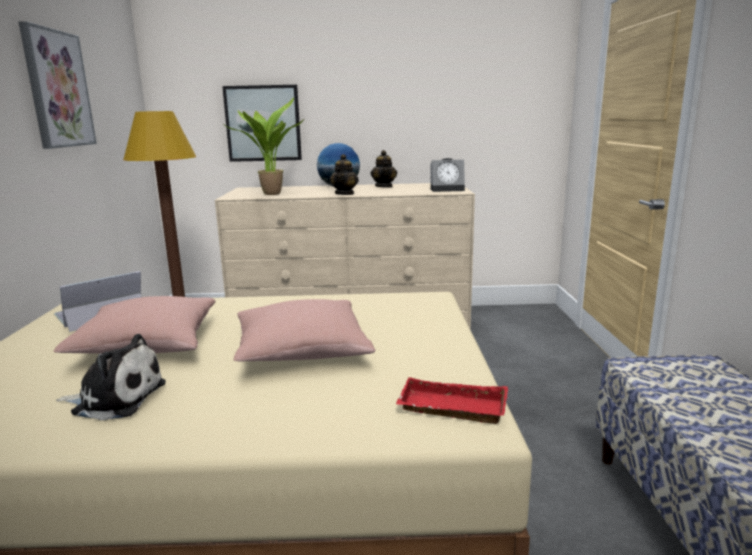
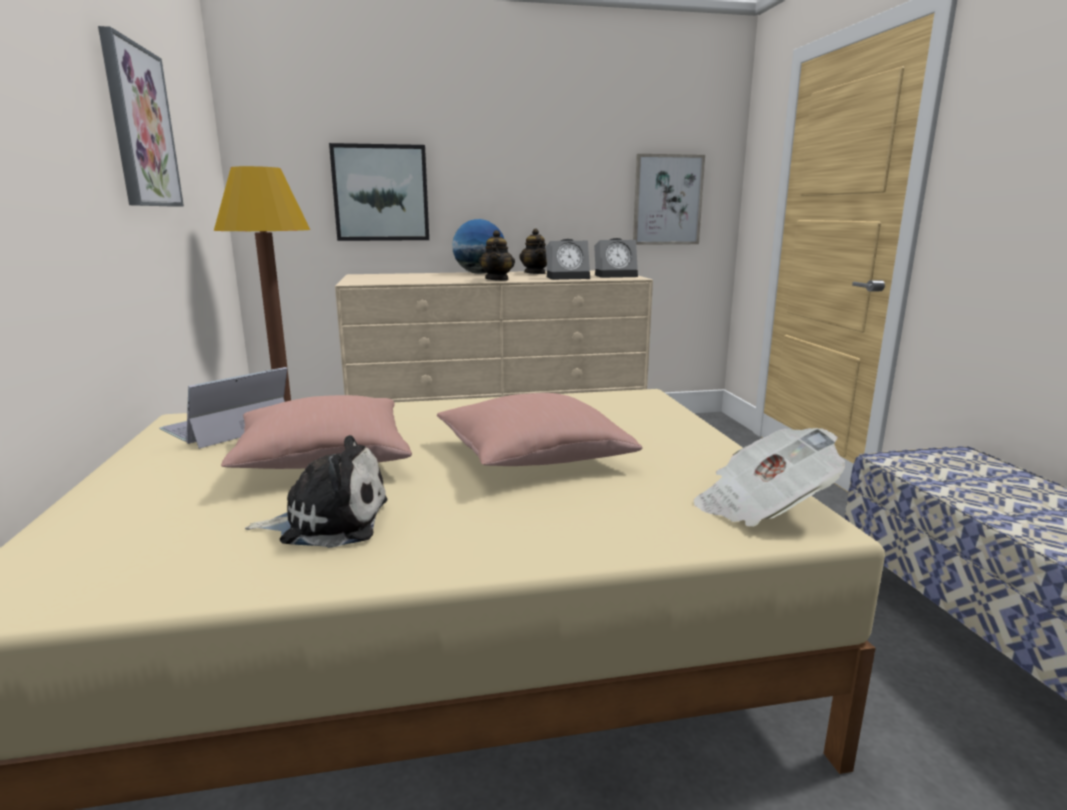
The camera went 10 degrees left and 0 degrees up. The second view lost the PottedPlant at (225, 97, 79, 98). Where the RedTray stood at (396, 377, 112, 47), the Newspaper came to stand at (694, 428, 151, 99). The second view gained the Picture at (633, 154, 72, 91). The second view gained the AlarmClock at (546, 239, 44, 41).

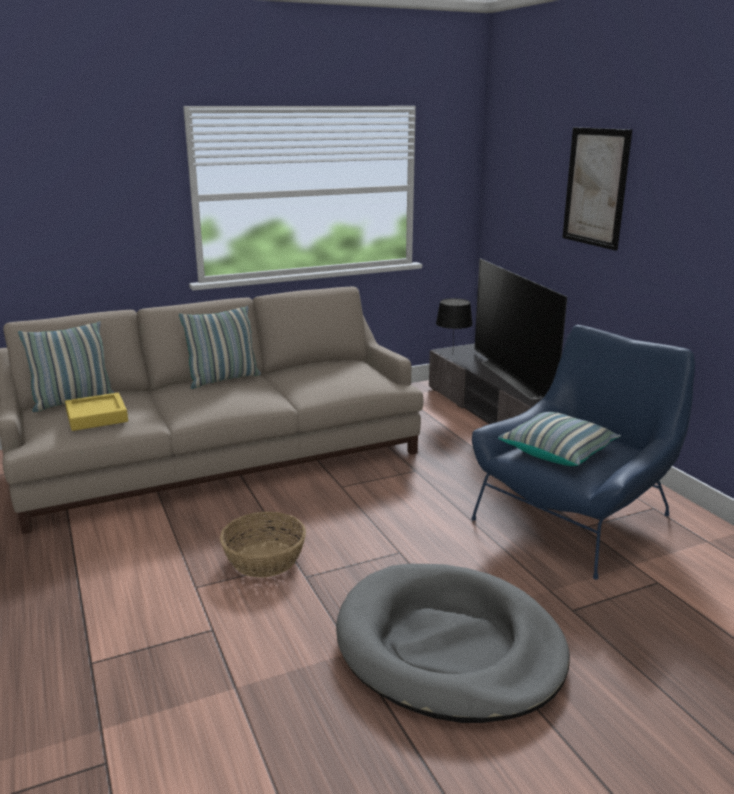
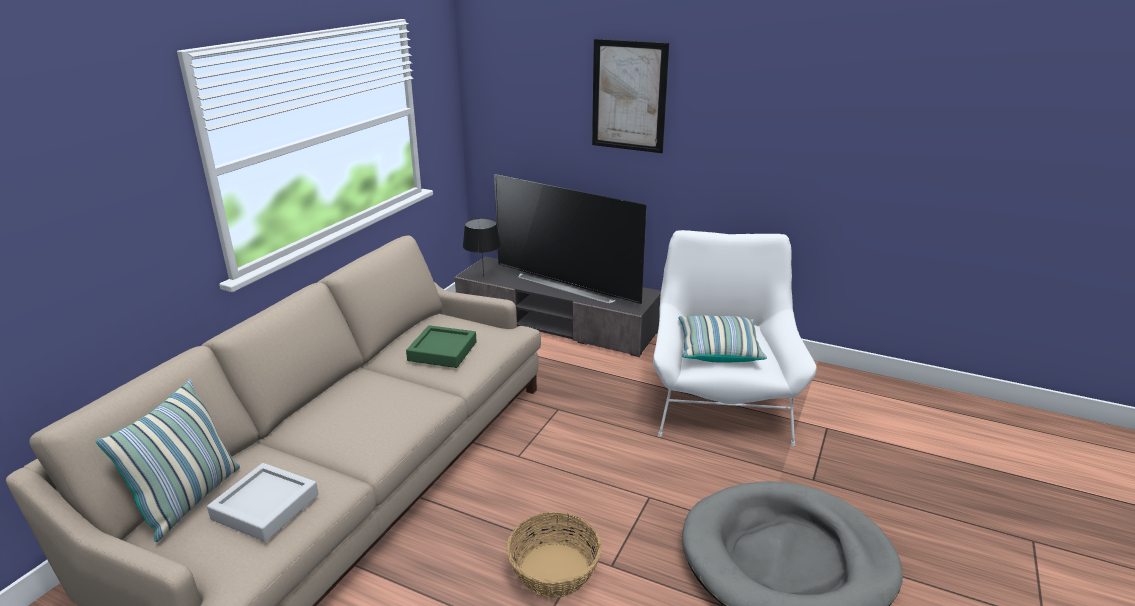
The camera went 40 degrees left and 5 degrees up. The second view lost the Pillow at (179, 306, 82, 83). What was the BlueArmchair at (471, 325, 224, 255) turned into the WhiteArmchair at (653, 230, 163, 216). What was the YellowTray at (65, 393, 63, 38) turned into the GreyTray at (207, 463, 112, 79). The second view gained the GreenTray at (406, 325, 71, 43).

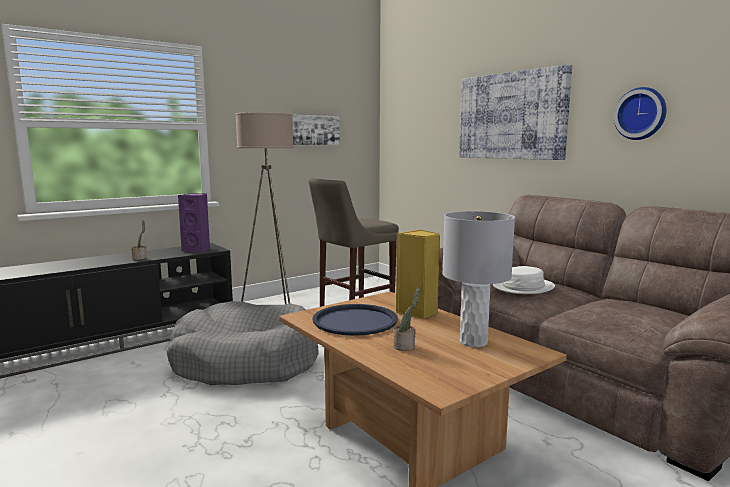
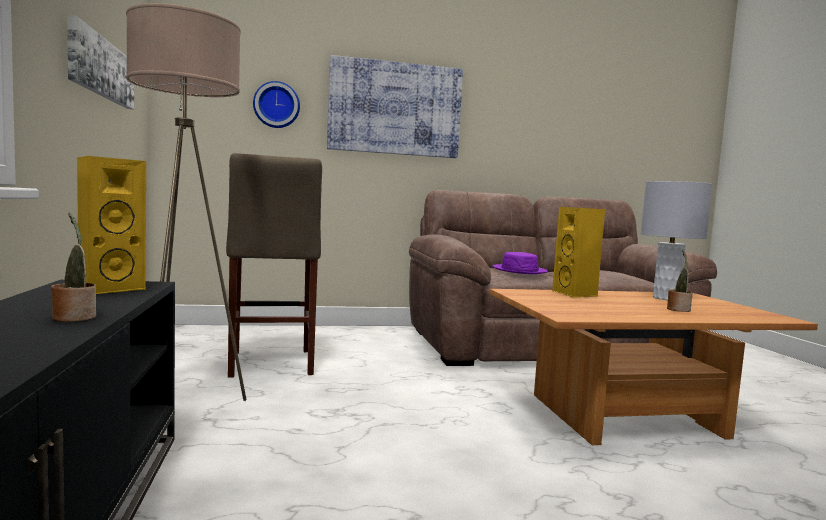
The camera went 65 degrees left and 5 degrees down. The WallClock ended up elsewhere, having gone from (614, 87, 52, 53) to (253, 81, 47, 47). What was the PurpleSpeaker at (178, 193, 32, 59) turned into the YellowSpeaker at (77, 156, 69, 138). What was the WhiteHat at (493, 266, 62, 28) turned into the PurpleHat at (493, 252, 55, 22). The second view lost the GreyDogBed at (167, 301, 152, 84). The second view lost the BlueTray at (312, 304, 86, 32).

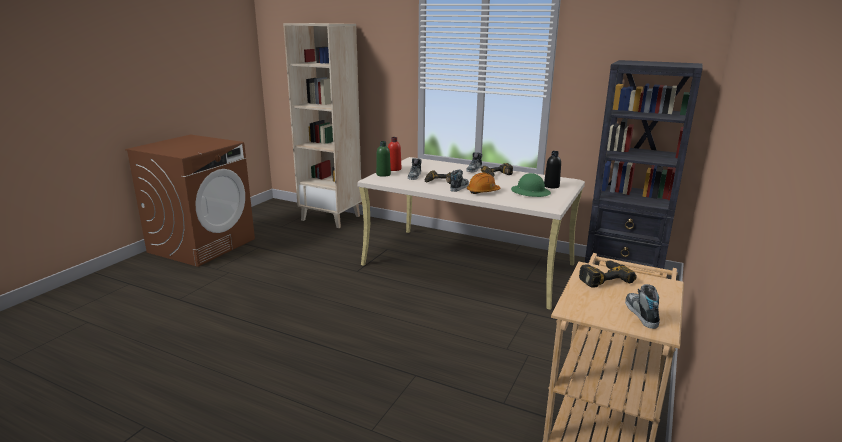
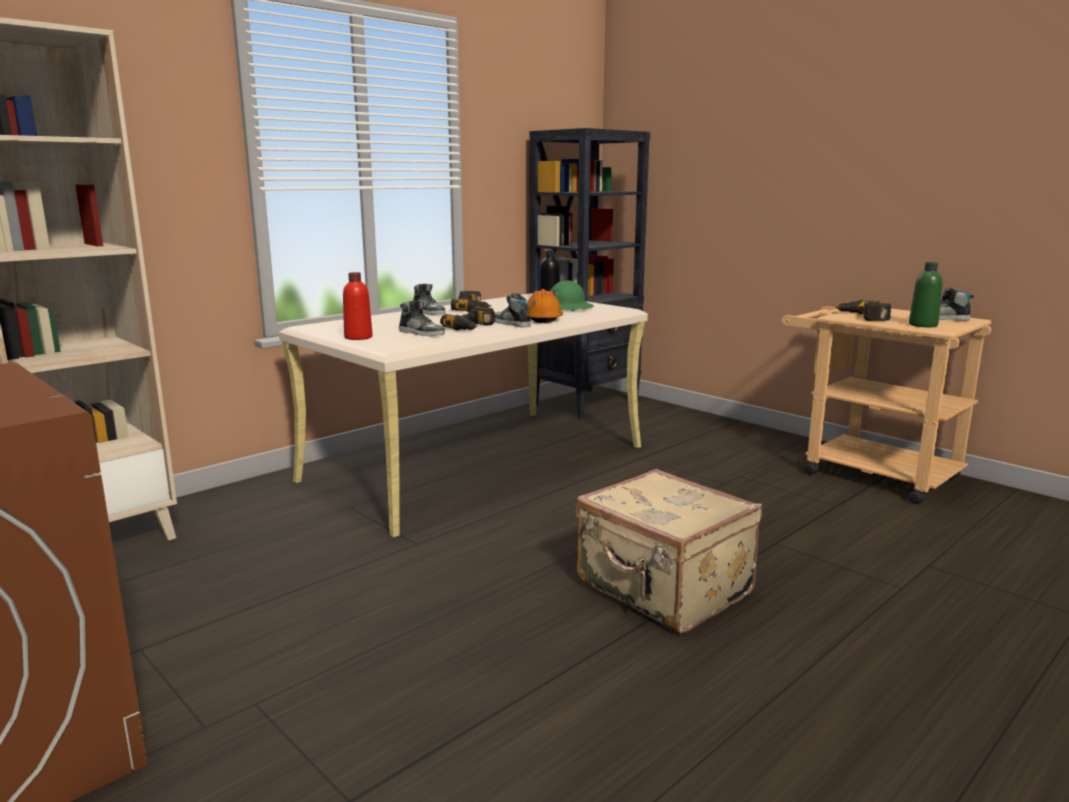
The camera went 70 degrees left and 5 degrees down. The GreenBottle ended up elsewhere, having gone from (376, 141, 15, 36) to (909, 262, 34, 65). The second view gained the BeigeSuitcase at (576, 469, 186, 164).

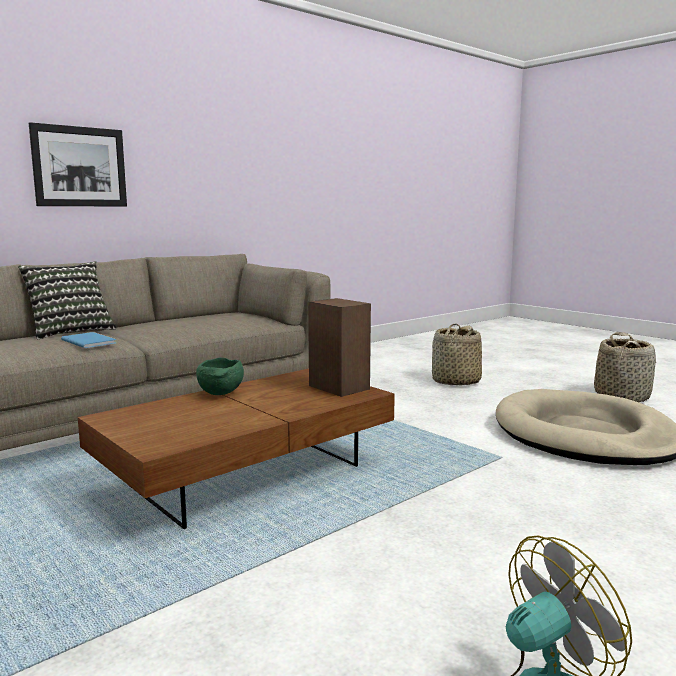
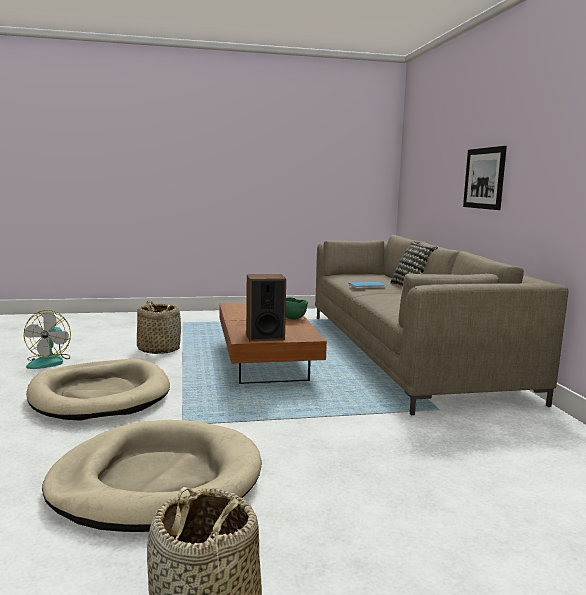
The camera went 120 degrees right and 0 degrees up. The Basket ended up elsewhere, having gone from (432, 324, 50, 61) to (137, 300, 44, 54). The second view gained the BeigeDogBed at (26, 358, 144, 63).

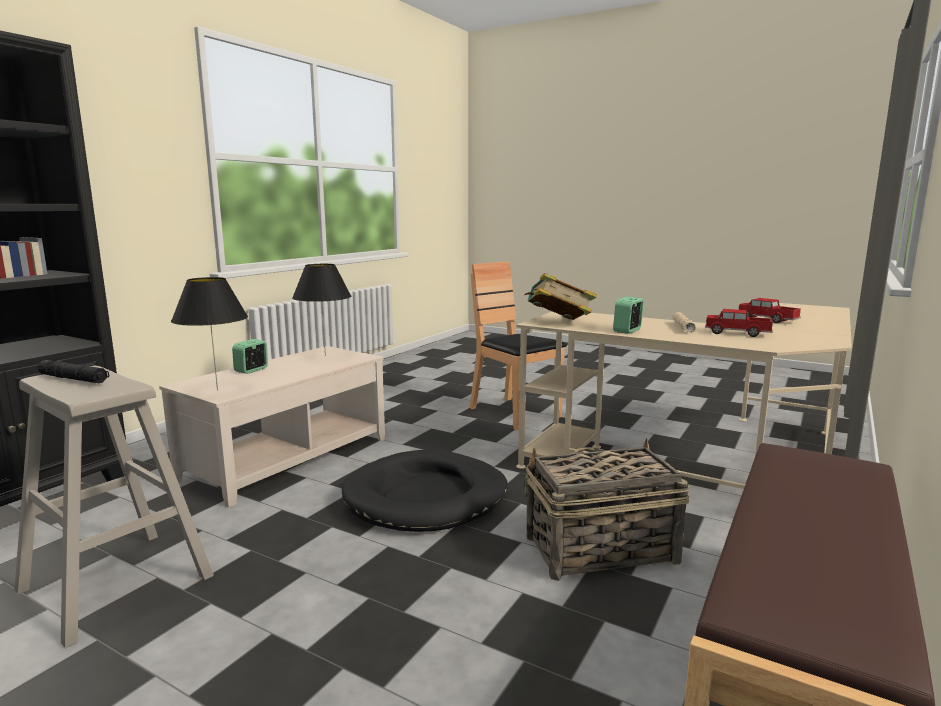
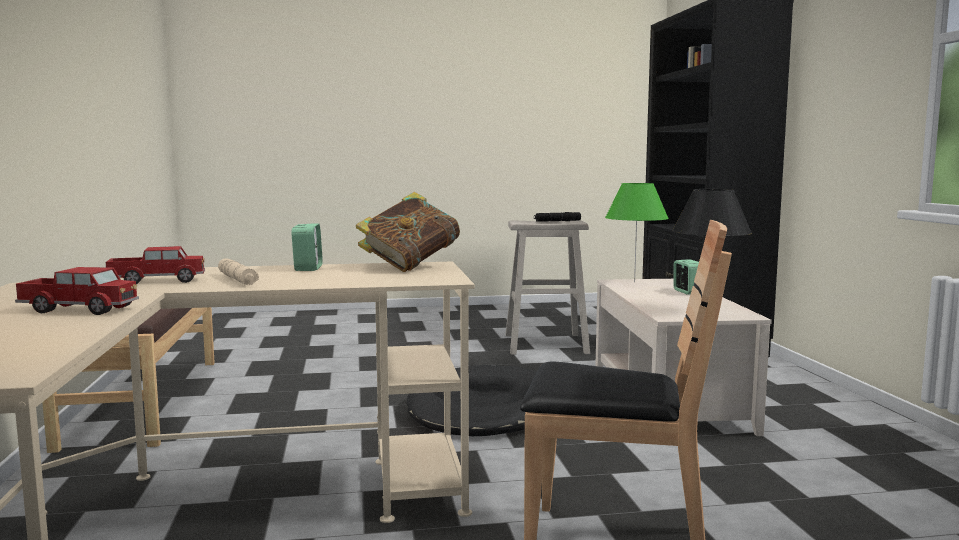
The camera went 140 degrees right and 5 degrees down. What was the BlackTableLamp at (171, 277, 77, 113) turned into the GreenTableLamp at (605, 183, 64, 99). The second view lost the Basket at (524, 438, 166, 143).

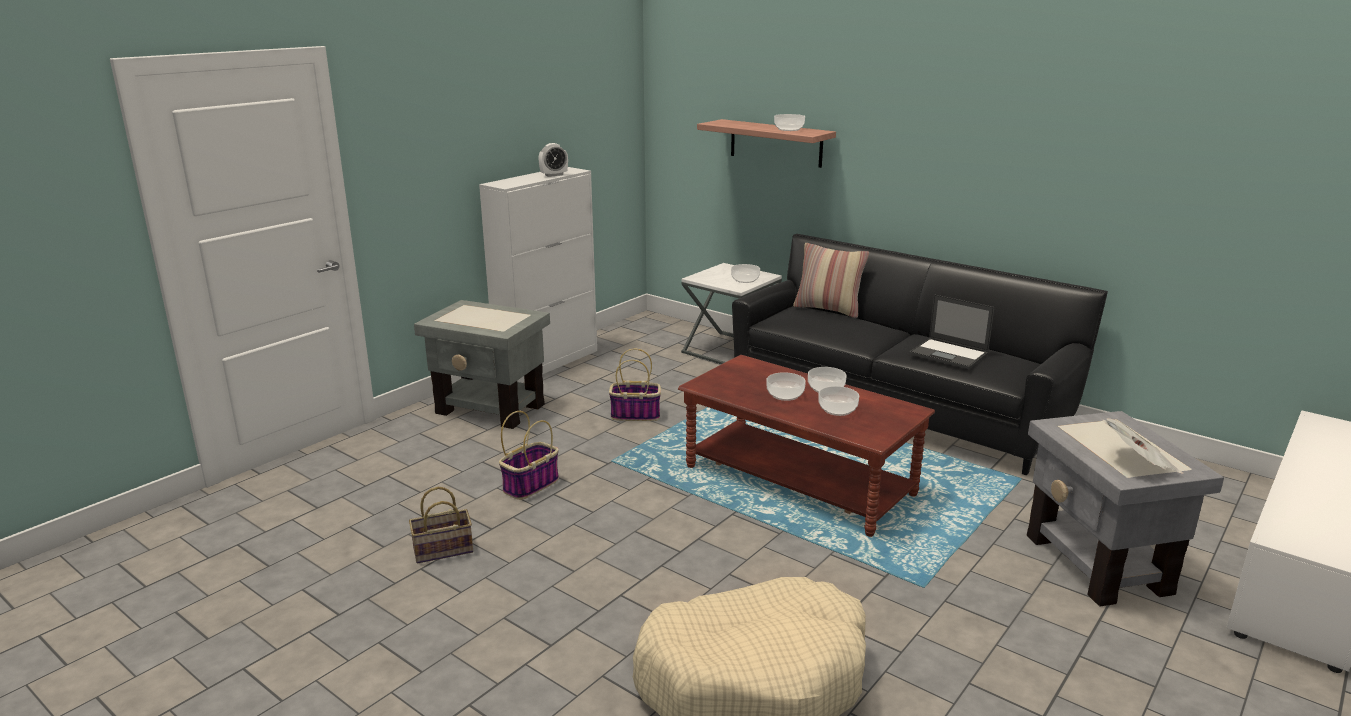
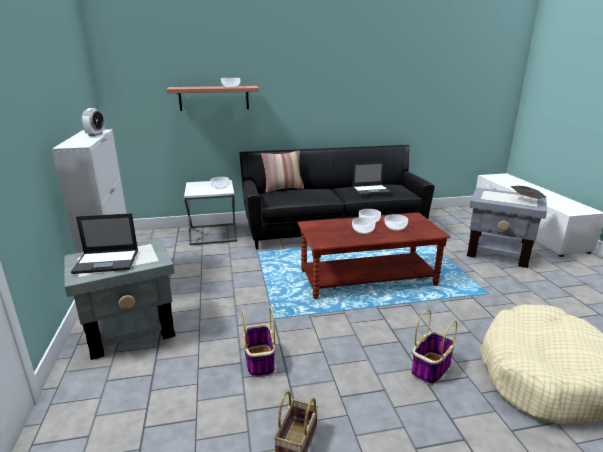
The camera went 50 degrees left and 0 degrees up. The Basket ended up elsewhere, having gone from (609, 349, 52, 72) to (411, 309, 46, 76). The second view gained the Laptop at (71, 213, 67, 61).

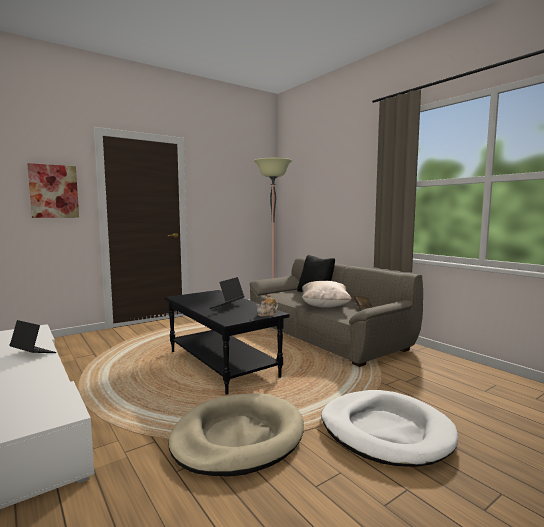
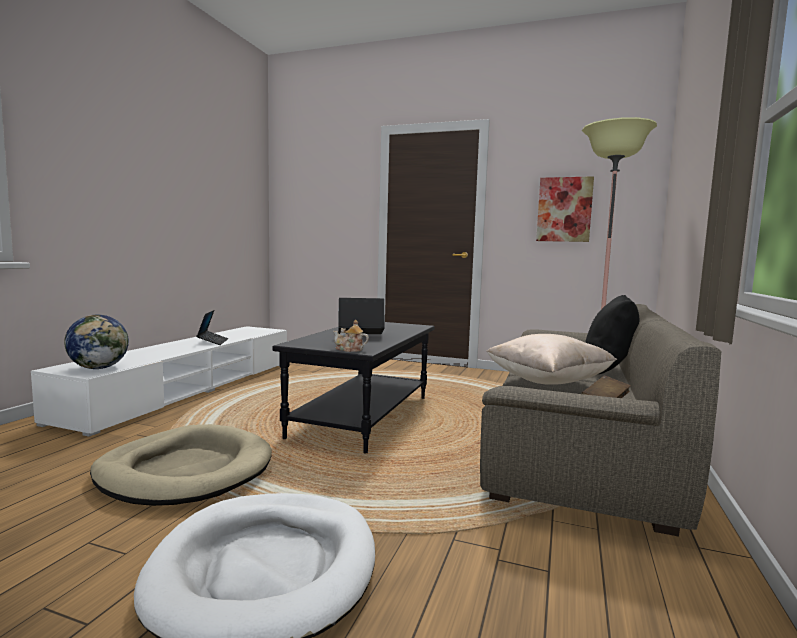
The camera went 55 degrees right and 0 degrees up. The Picture ended up elsewhere, having gone from (27, 163, 52, 55) to (536, 176, 58, 66). The second view gained the Globe at (64, 315, 65, 54).

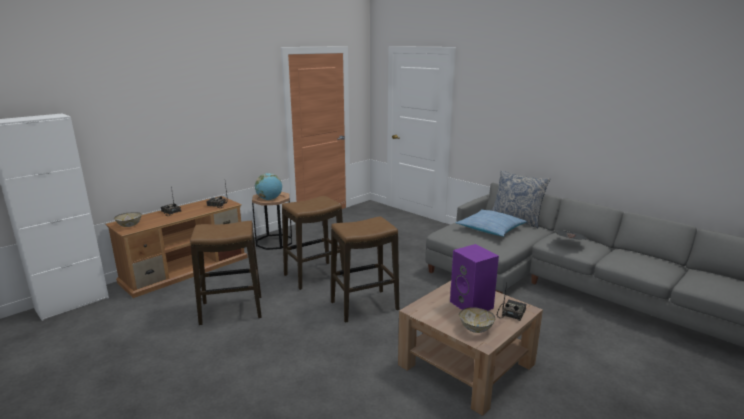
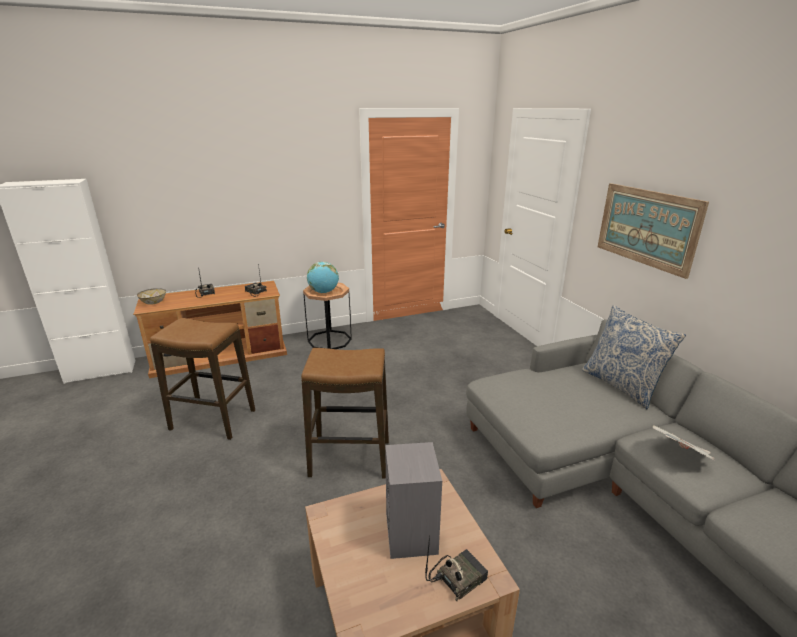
The camera went 25 degrees right and 5 degrees up. The second view lost the Stool at (282, 196, 62, 94). The second view lost the Pillow at (456, 209, 71, 28). What was the PurpleSpeaker at (450, 244, 49, 67) turned into the GreySpeaker at (385, 442, 57, 117). The second view lost the Bowl at (459, 307, 36, 26). The second view gained the Picture at (598, 183, 111, 96).

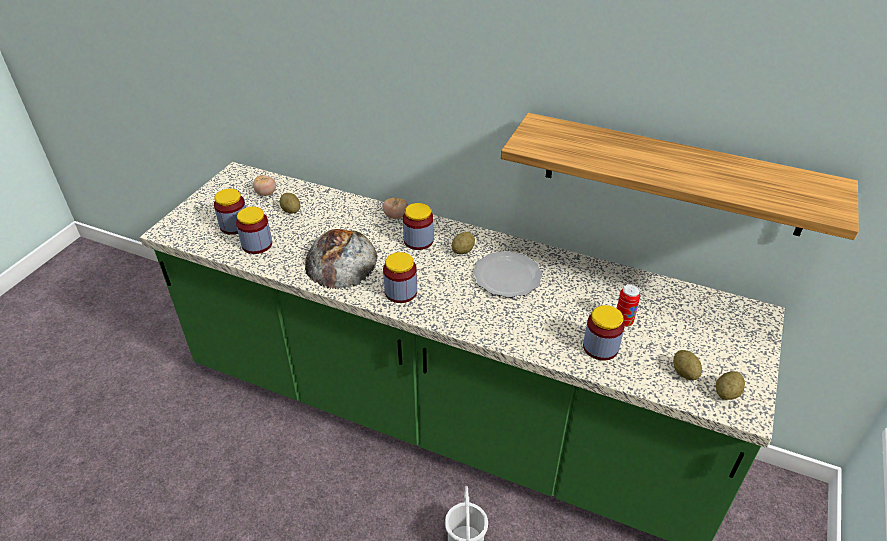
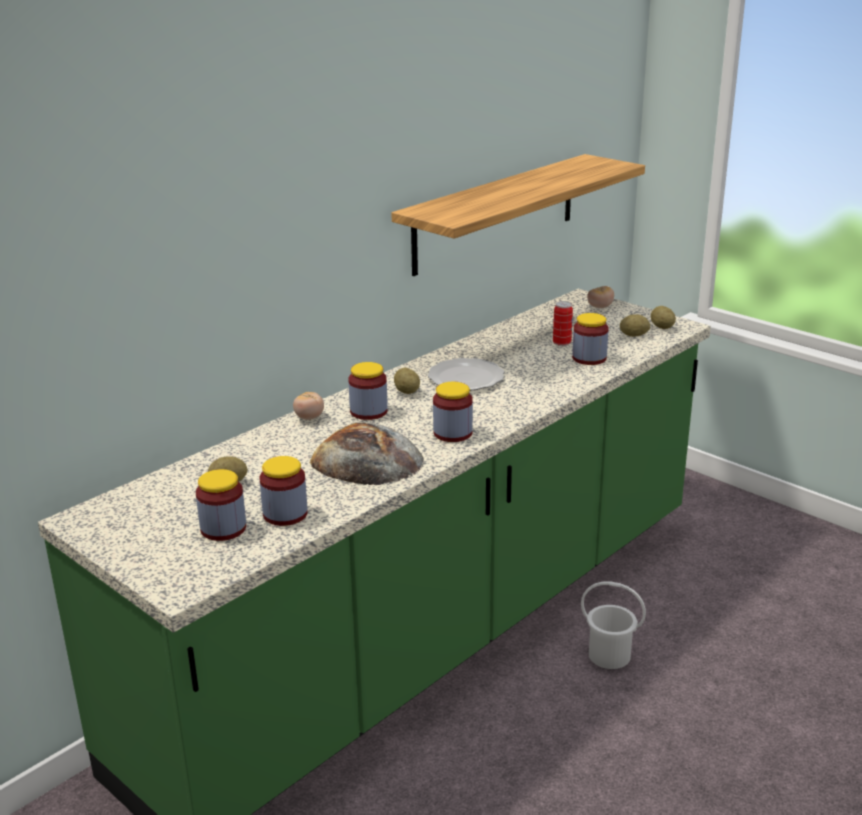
The camera went 70 degrees left and 15 degrees down. The Tomato ended up elsewhere, having gone from (253, 175, 23, 21) to (587, 286, 27, 22).

